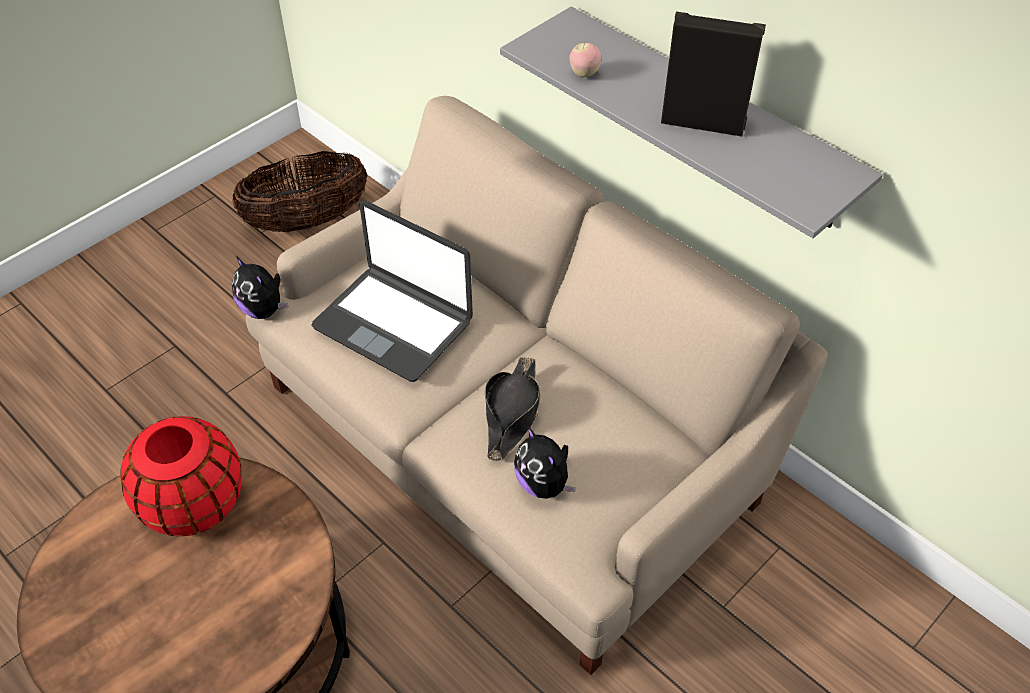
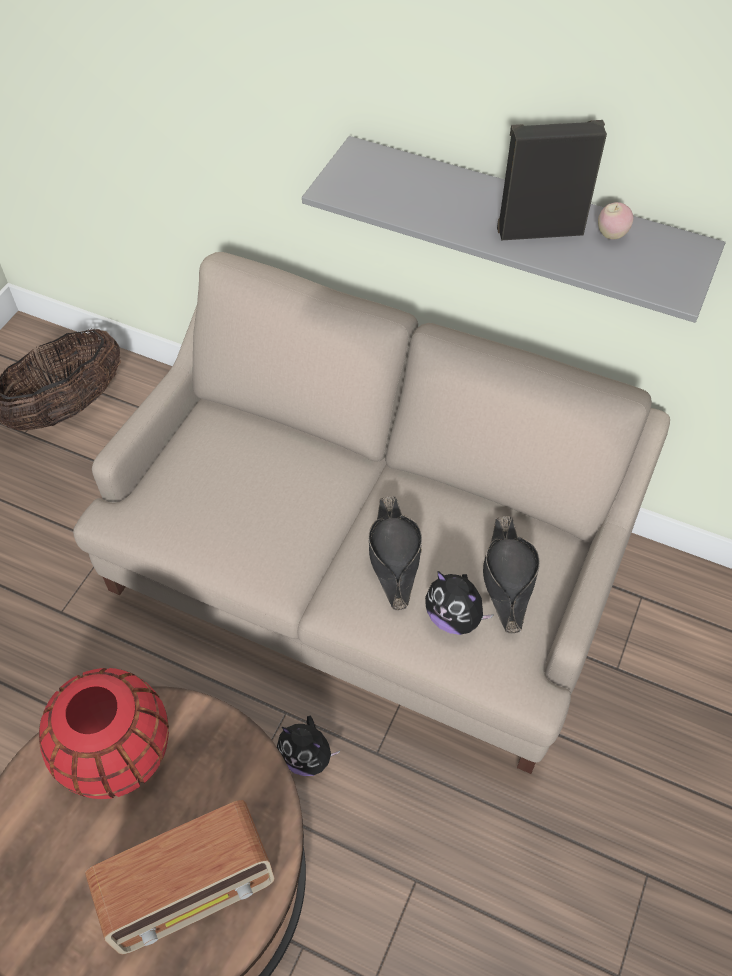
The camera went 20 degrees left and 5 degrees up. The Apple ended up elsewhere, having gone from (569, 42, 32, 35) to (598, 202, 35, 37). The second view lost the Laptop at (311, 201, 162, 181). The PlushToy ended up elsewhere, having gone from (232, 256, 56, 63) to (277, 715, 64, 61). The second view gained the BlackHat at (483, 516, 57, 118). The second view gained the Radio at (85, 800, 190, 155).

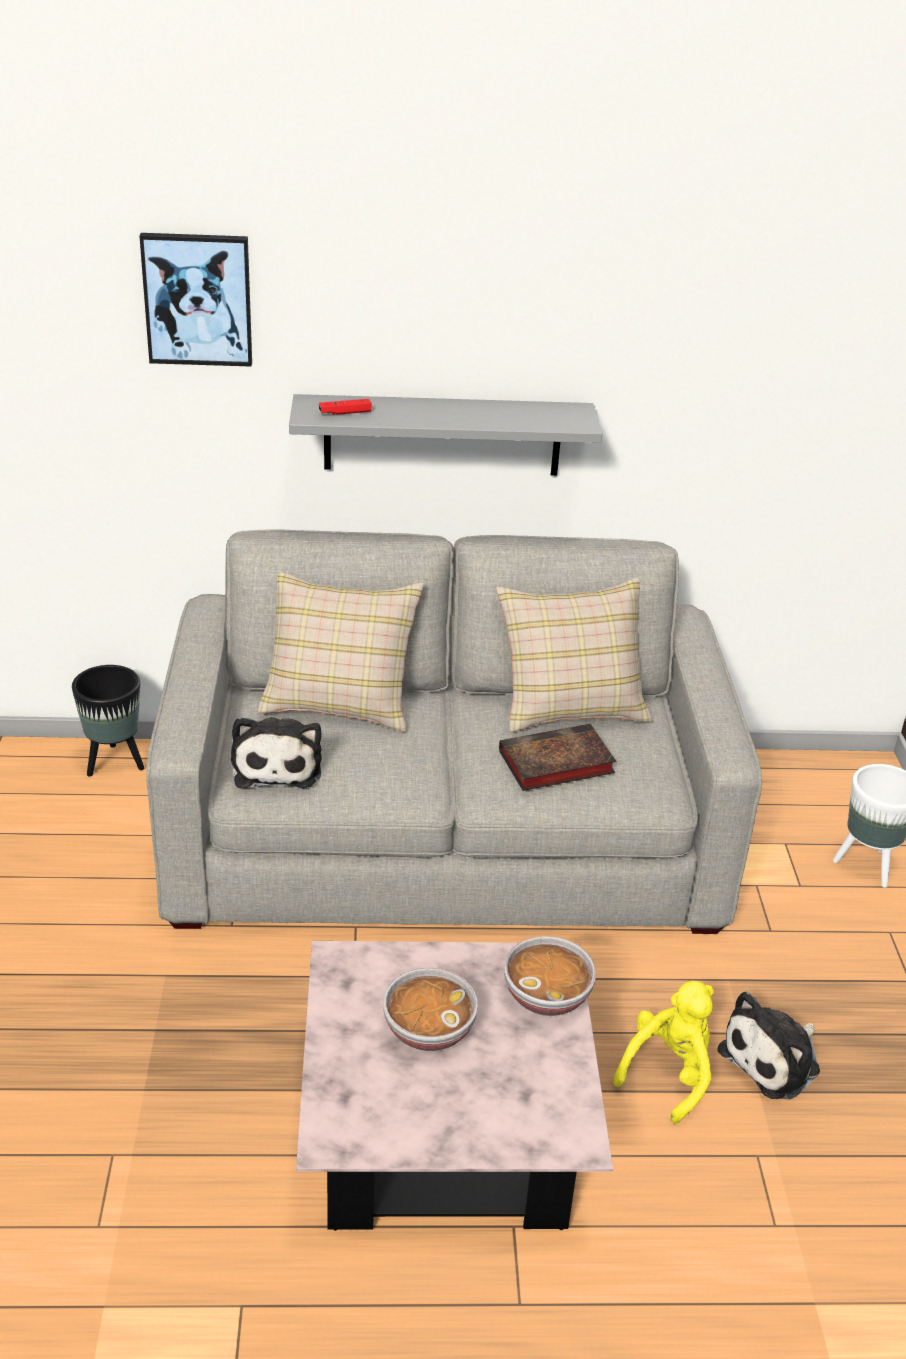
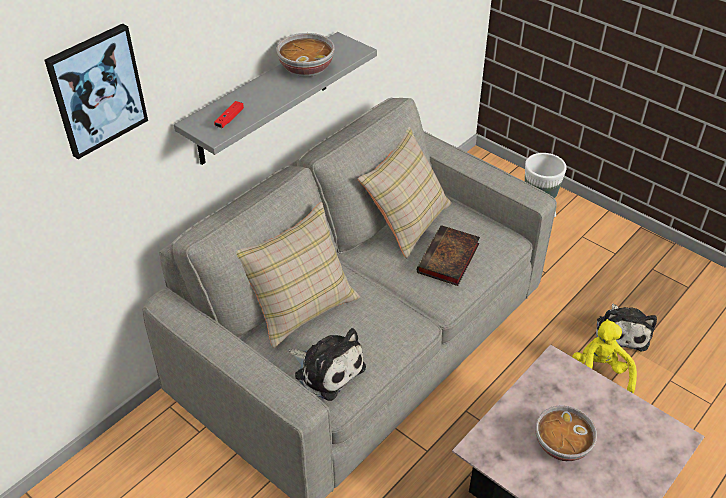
The camera went 45 degrees left and 10 degrees up. The second view lost the BlackPlanter at (72, 665, 72, 111). The Bowl ended up elsewhere, having gone from (504, 936, 92, 80) to (276, 33, 58, 44).

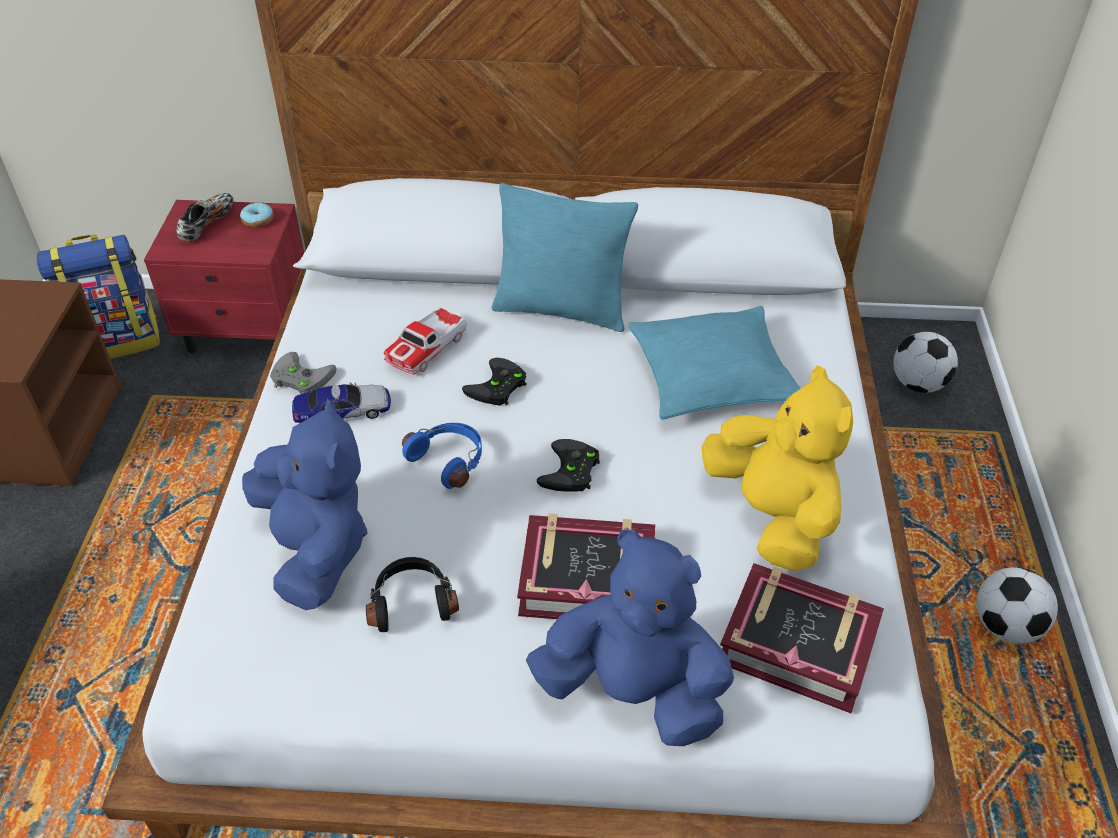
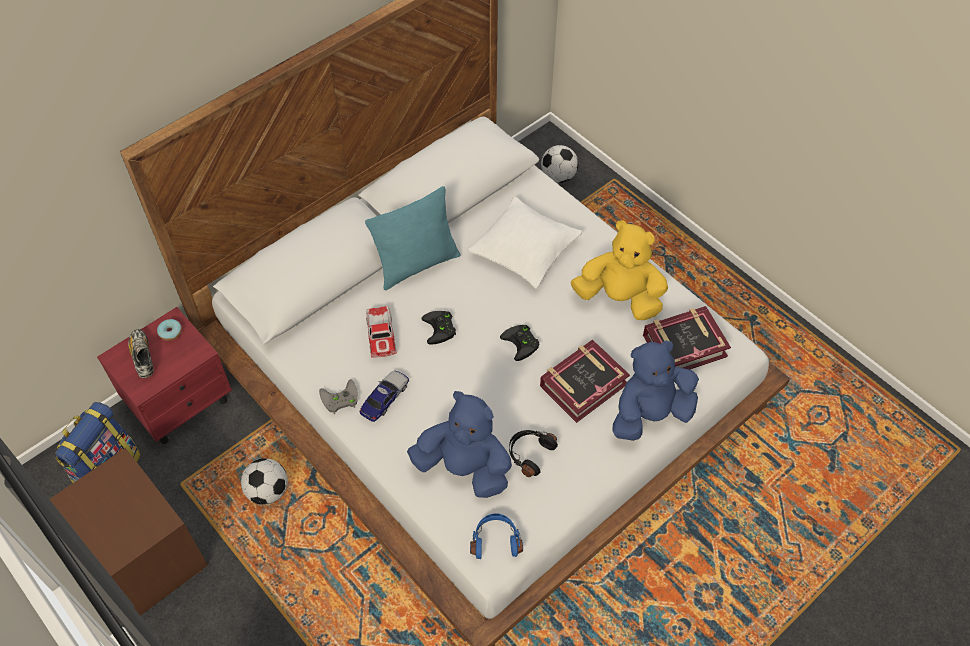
The camera went 45 degrees left and 10 degrees up. What was the TurquoisePillow at (629, 306, 172, 114) turned into the WhitePillow at (468, 197, 114, 92). The BlueHeadphones ended up elsewhere, having gone from (402, 423, 80, 66) to (470, 513, 53, 46). The Football ended up elsewhere, having gone from (976, 567, 82, 77) to (241, 458, 47, 47).

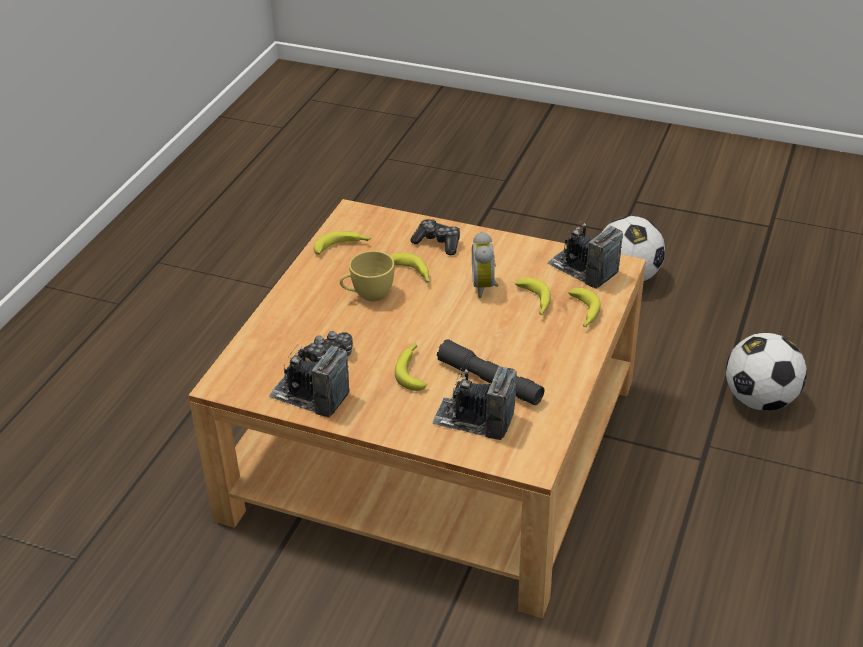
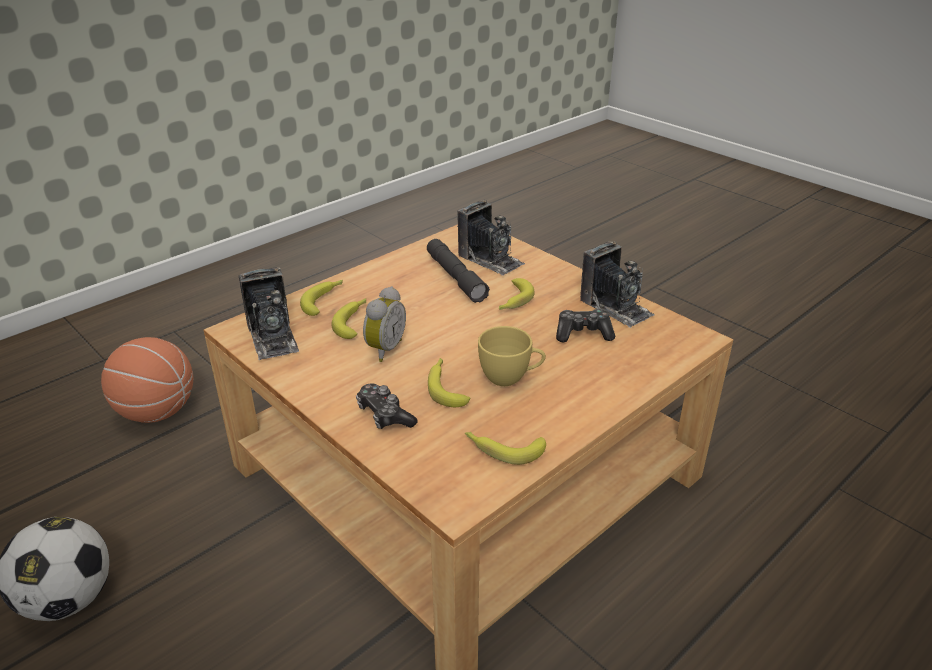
The camera went 155 degrees left and 5 degrees down. Where the Football stood at (726, 333, 81, 78), the Basketball came to stand at (101, 337, 92, 86).

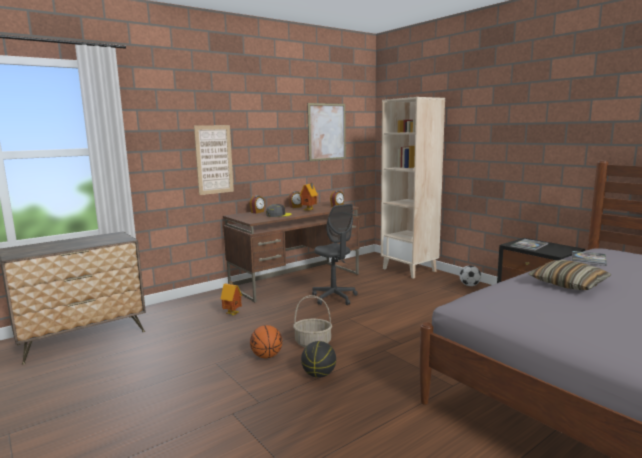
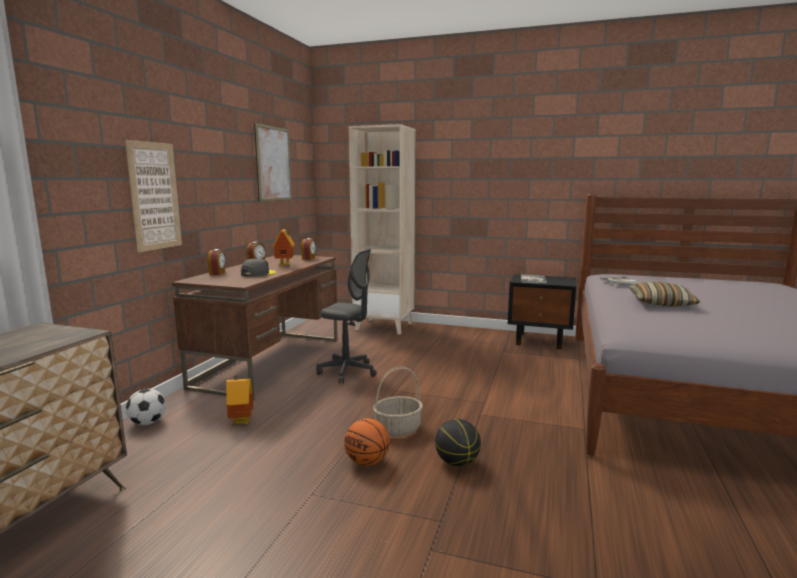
The camera went 35 degrees left and 0 degrees up. The Football ended up elsewhere, having gone from (459, 265, 22, 21) to (126, 389, 40, 36).

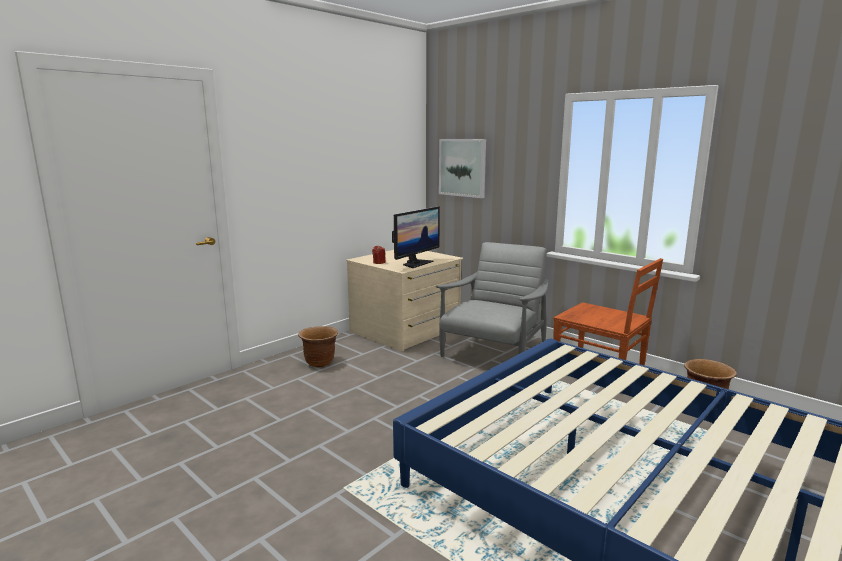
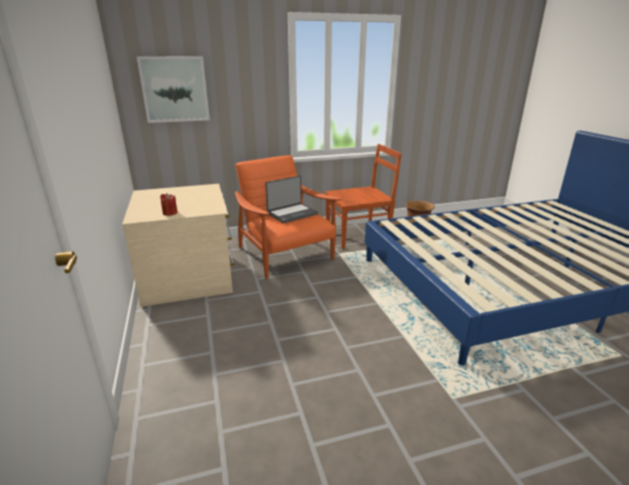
The camera went 60 degrees left and 10 degrees up. The second view lost the Monitor at (392, 206, 48, 62). What was the GreyArmchair at (436, 242, 113, 115) turned into the OrangeArmchair at (235, 155, 106, 124). The second view lost the BrownPlanter at (298, 326, 40, 41). The second view gained the Laptop at (265, 176, 53, 47).

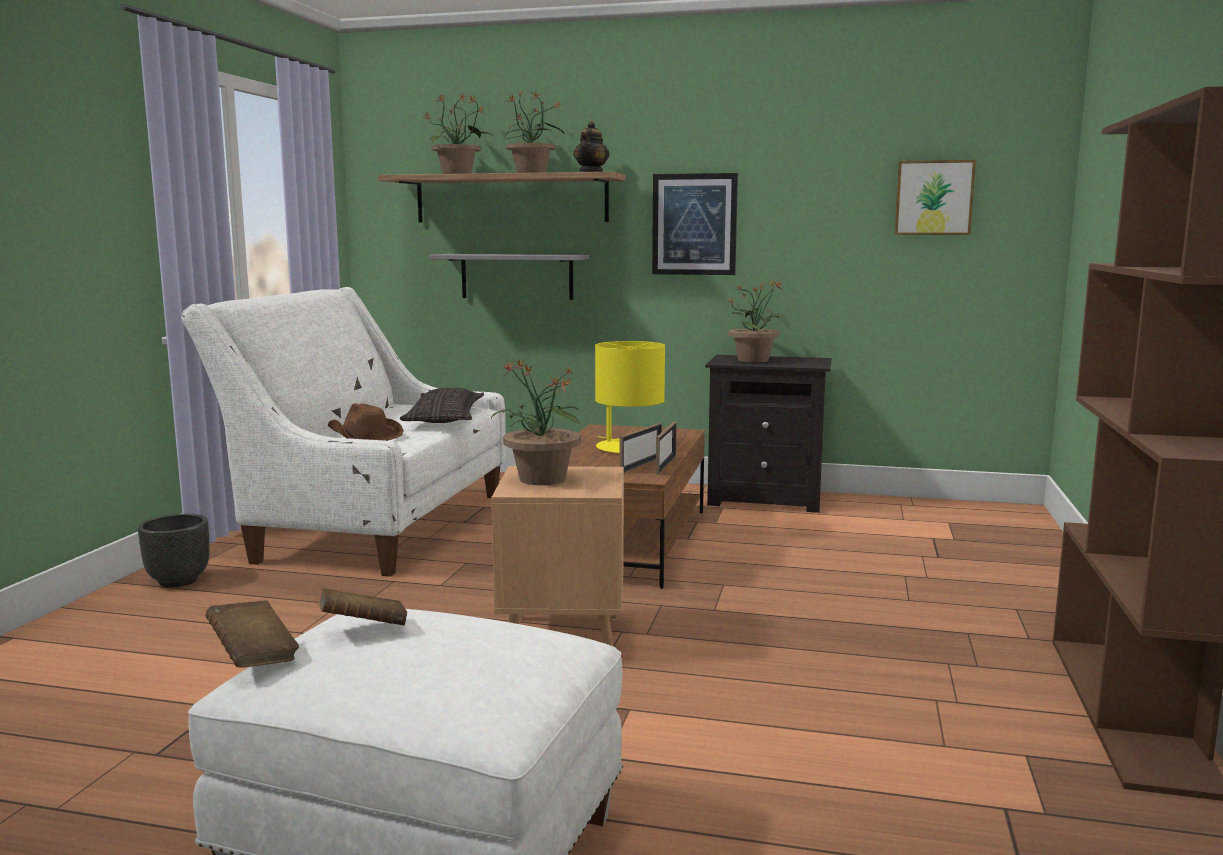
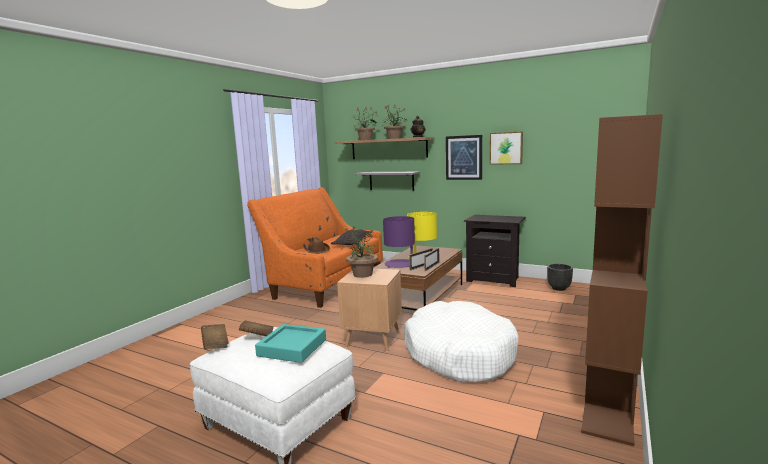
The camera went 15 degrees right and 0 degrees up. The Picture ended up elsewhere, having gone from (895, 160, 81, 75) to (490, 131, 33, 34). The second view lost the PottedPlant at (729, 280, 58, 82). What was the WhiteSofa at (181, 287, 325, 290) turned into the OrangeSofa at (247, 187, 136, 121). The BlackPlanter ended up elsewhere, having gone from (138, 514, 72, 73) to (547, 264, 26, 27). The second view gained the PurpleTableLamp at (383, 216, 32, 52). The second view gained the WhiteDogBed at (404, 301, 115, 82). The second view gained the TurquoiseTray at (255, 324, 71, 39).

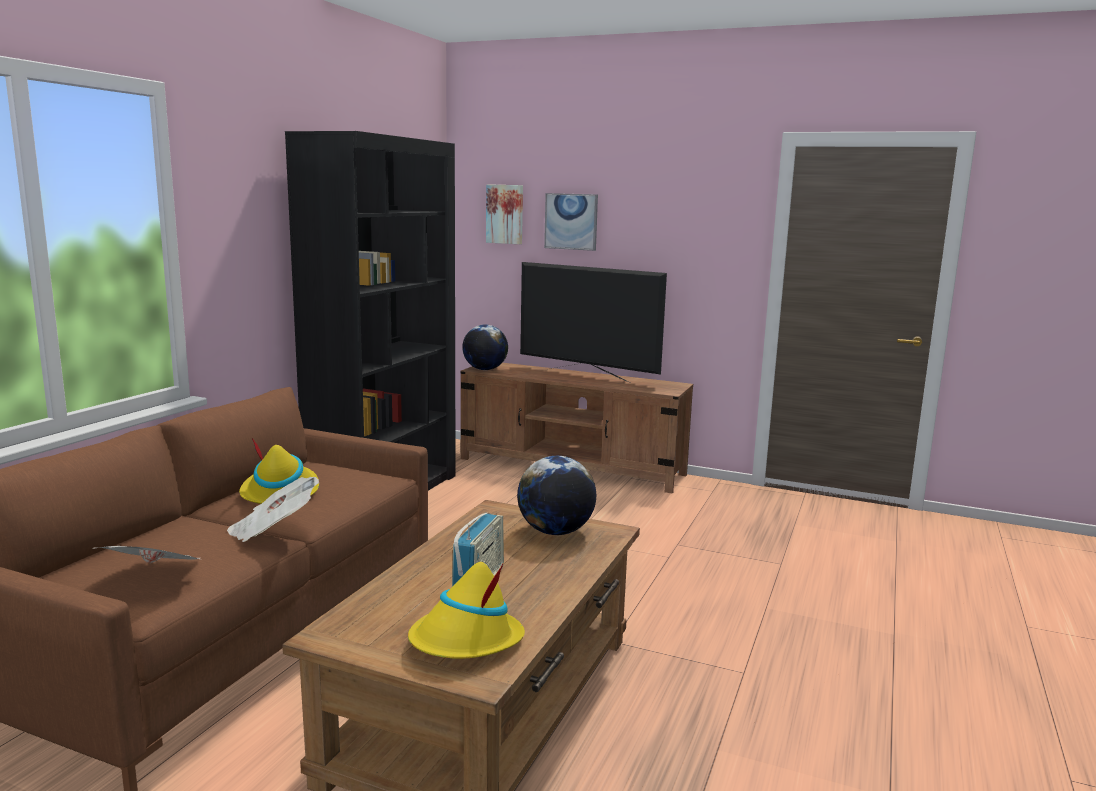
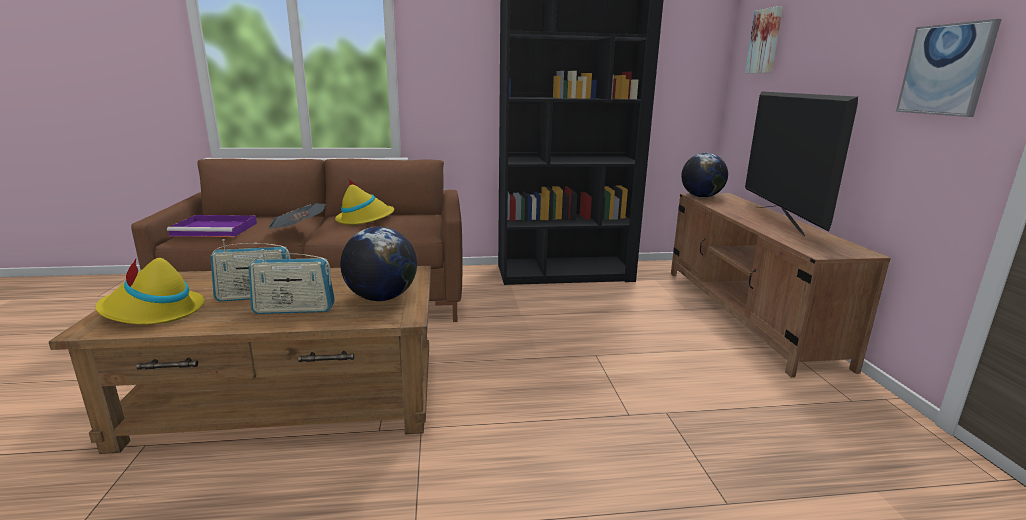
The camera went 60 degrees right and 5 degrees up. The Picture ended up elsewhere, having gone from (544, 193, 54, 58) to (896, 19, 105, 98). Where the Newspaper stood at (92, 546, 108, 17), the PurpleTray came to stand at (167, 215, 90, 22). The second view gained the Radio at (249, 249, 86, 65).

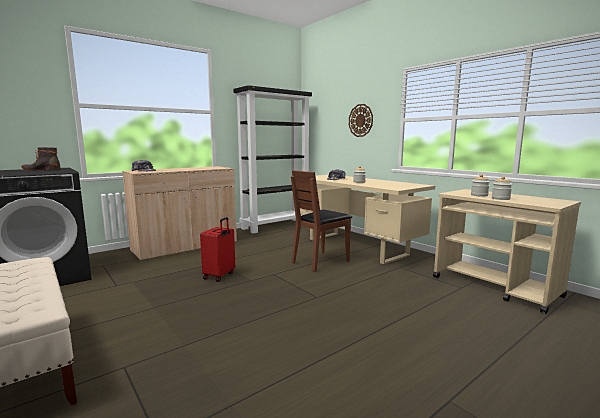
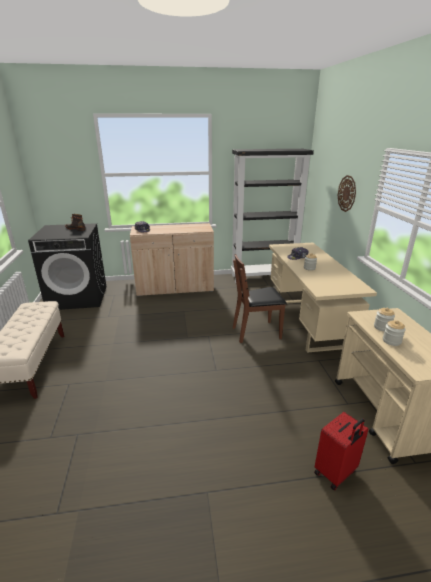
The camera went 30 degrees right and 15 degrees up. The RedSuitcase ended up elsewhere, having gone from (200, 217, 35, 65) to (314, 412, 55, 79).

